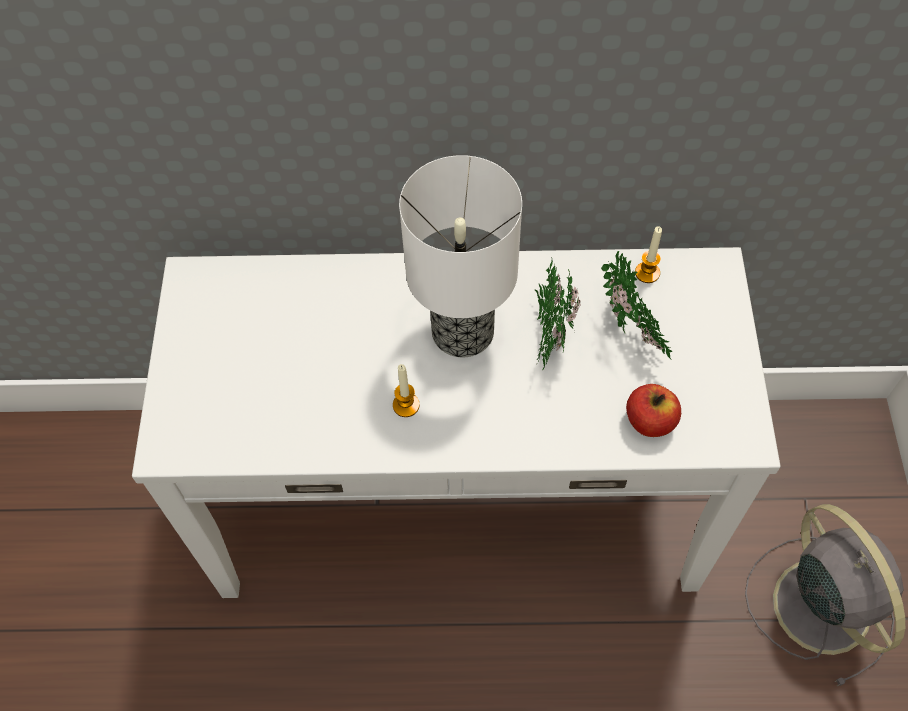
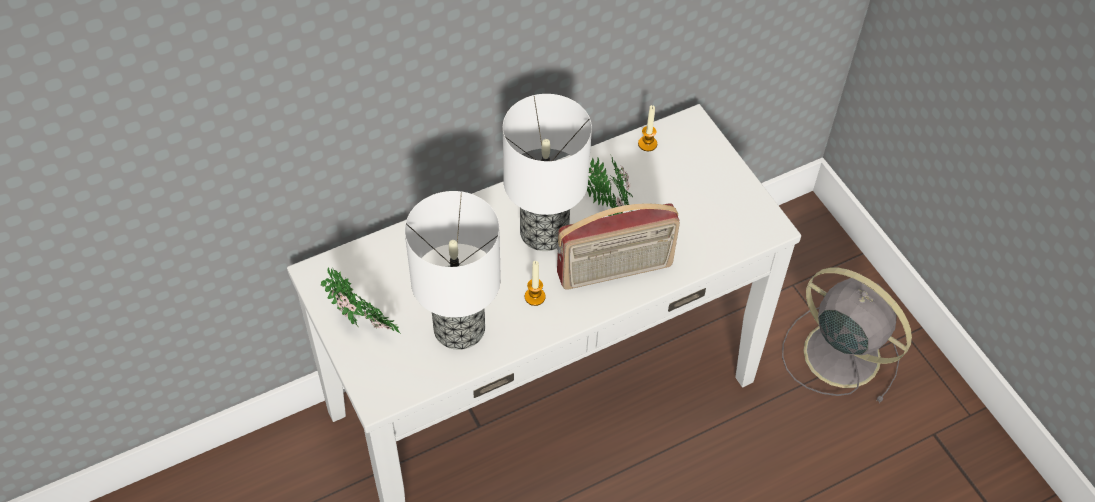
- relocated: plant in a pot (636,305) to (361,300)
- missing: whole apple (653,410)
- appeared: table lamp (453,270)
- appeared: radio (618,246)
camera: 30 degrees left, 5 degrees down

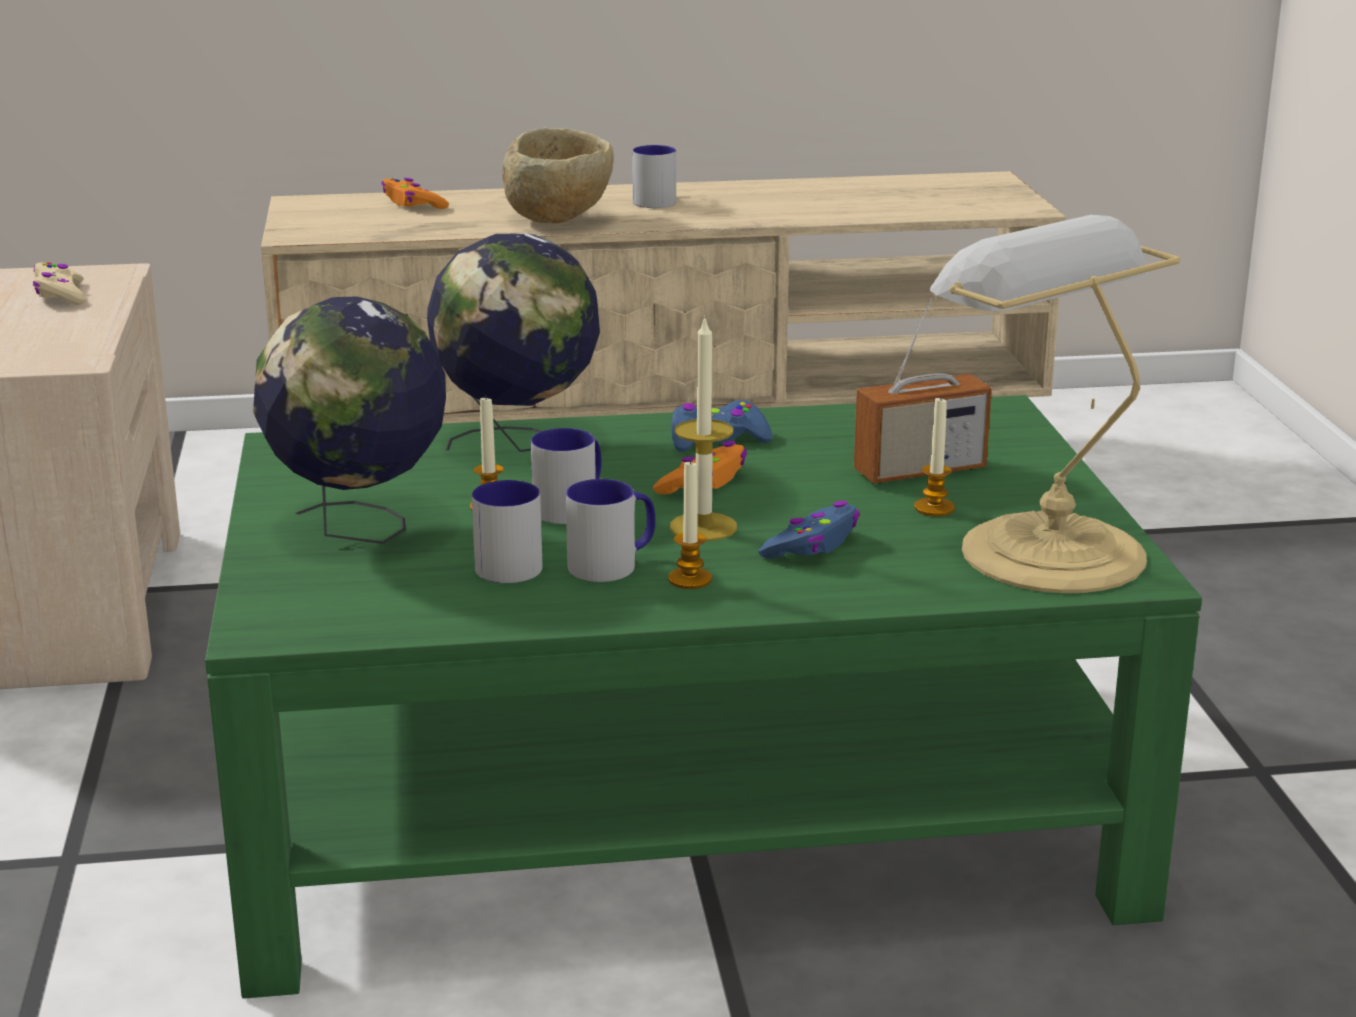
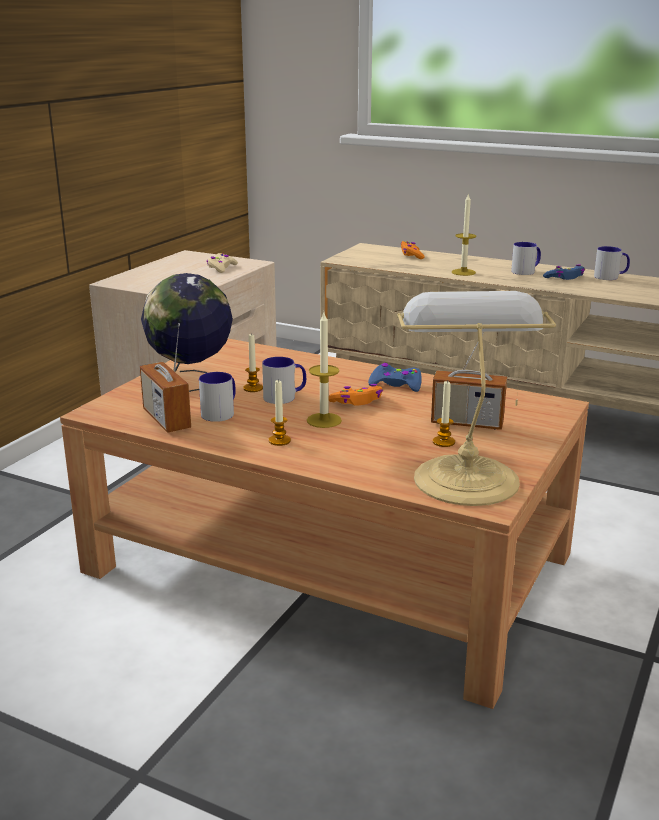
- colour: coffee table/green (703,697) to coffee table/brown (324,524)
- missing: world globe (513,342)
- exchanged: deep dish/beige (558,175) to wax candle (464,234)
- relocated: mug (610,530) to (612,263)
- relocated: game controller/blue (808,530) to (564,272)
- appeared: radio (165,378)
camera: 35 degrees right, 0 degrees up

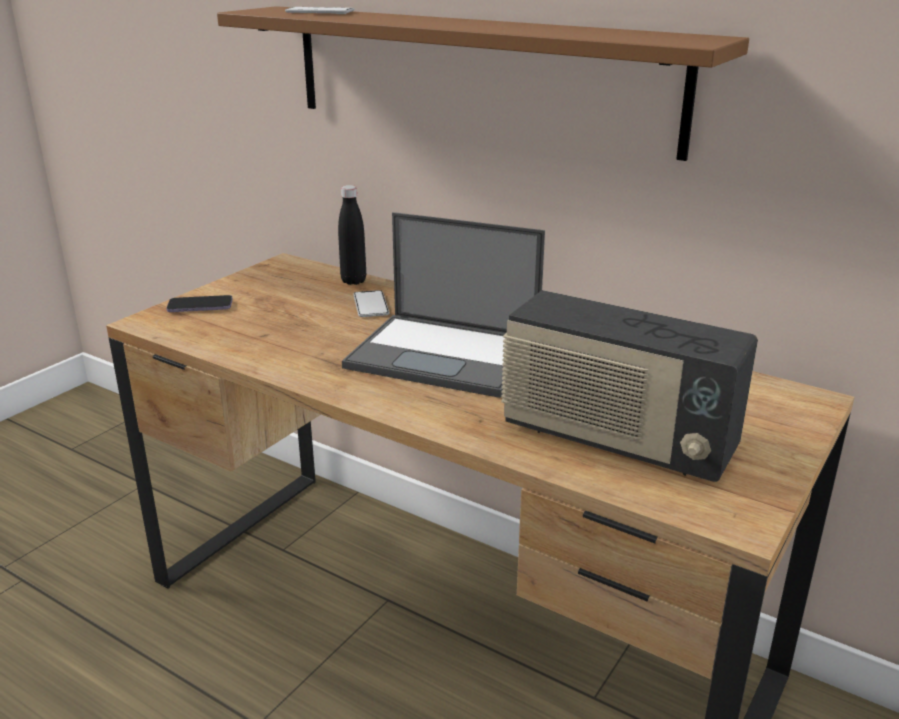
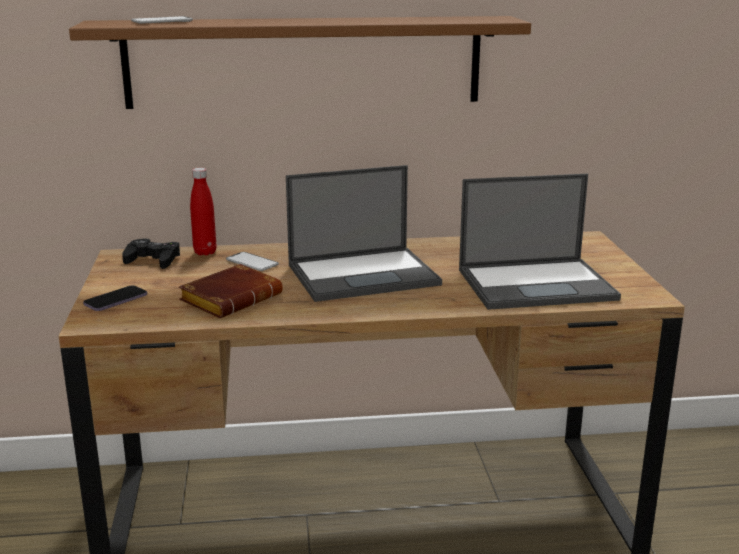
- colour: drink bottle/blackish (352,235) to drink bottle/red-coloured (203,212)
- exchanged: radio (629,386) to laptop (540,242)
- appeared: game controller/blackish (151,253)
- appeared: bound book/brown (231,291)
camera: 40 degrees left, 5 degrees down

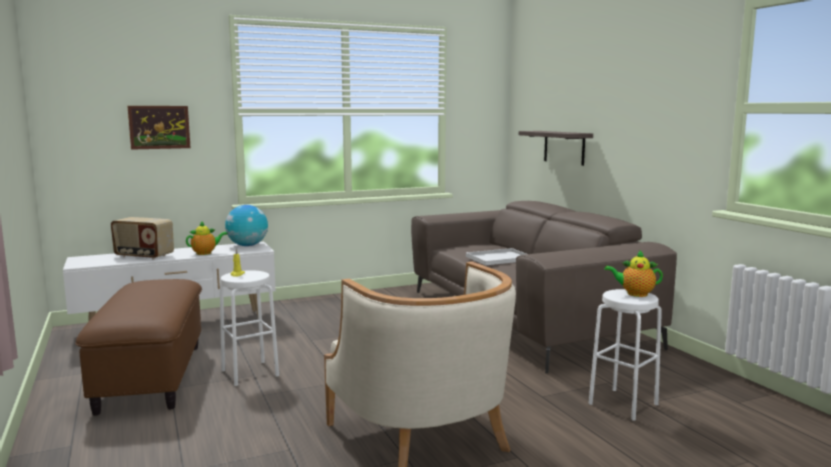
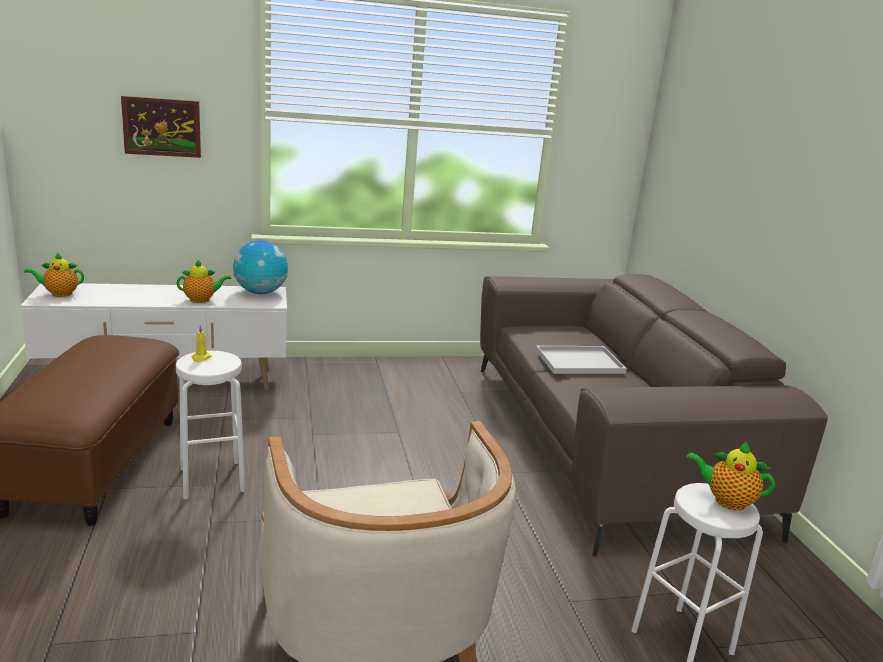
- missing: radio (142,238)
- missing: wall shelf (556,148)
- appeared: teapot (54,275)
camera: 10 degrees right, 10 degrees up

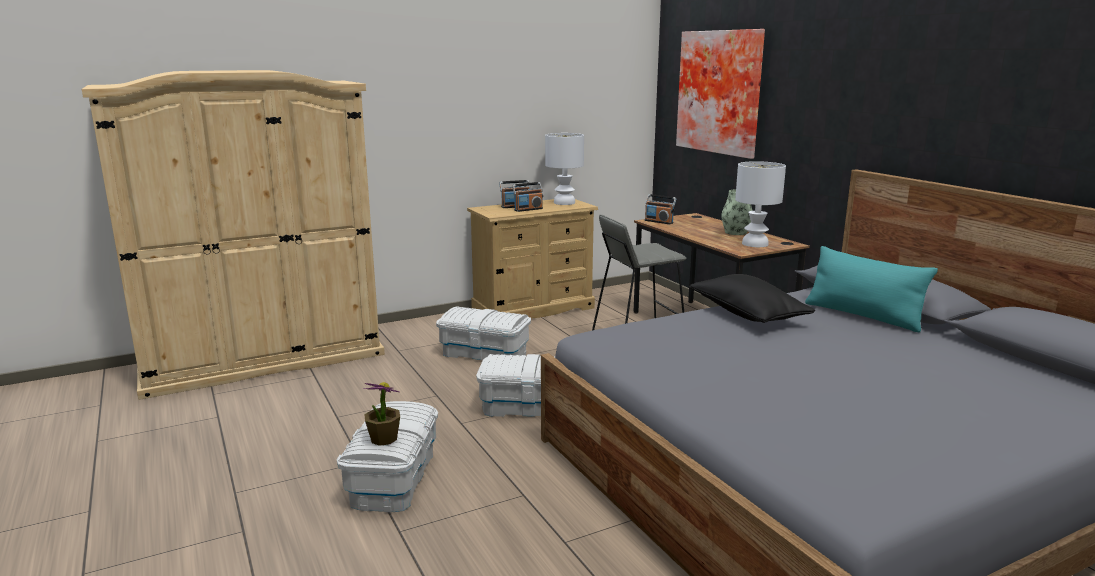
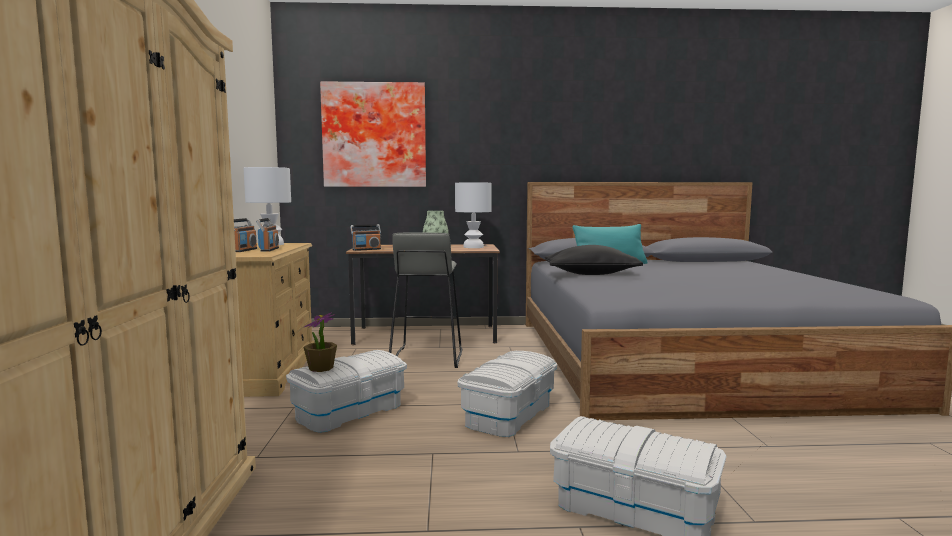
- relocated: plant in a pot (382,414) to (320,342)
camera: 65 degrees left, 10 degrees down

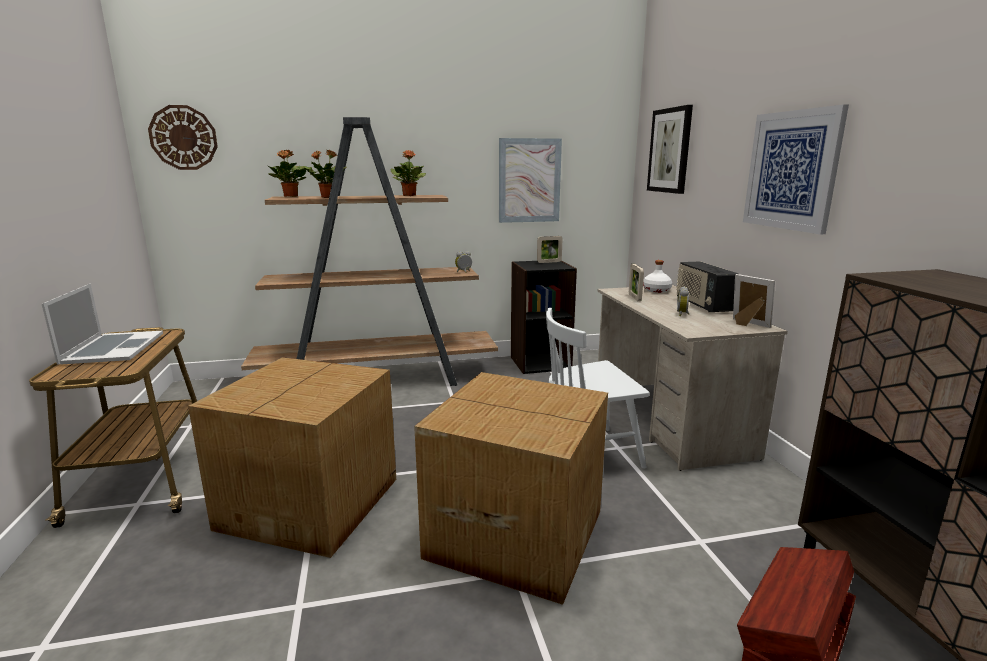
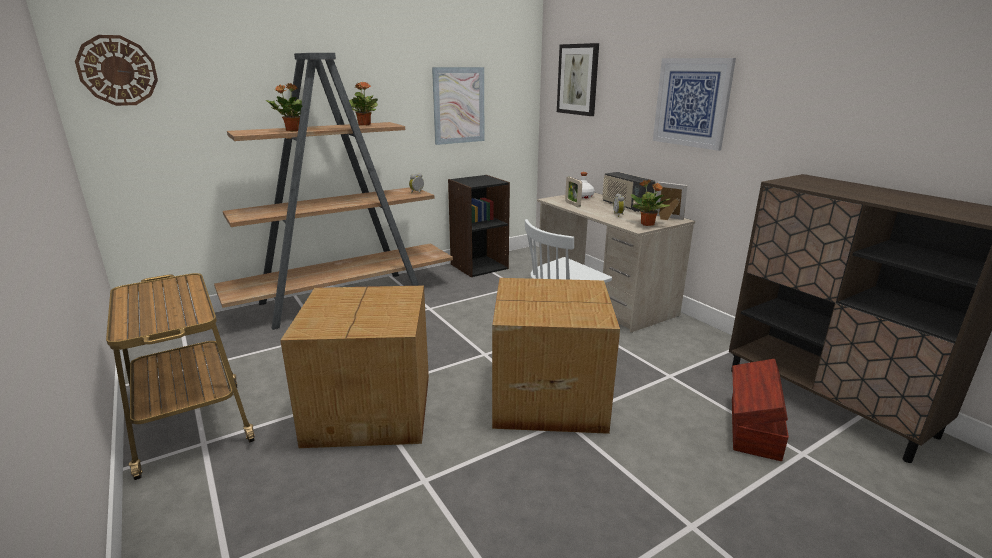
- missing: laptop (102,324)
- relocated: plant in a pot (287,173) to (650,203)
- missing: photo frame (550,249)
camera: 20 degrees left, 5 degrees up

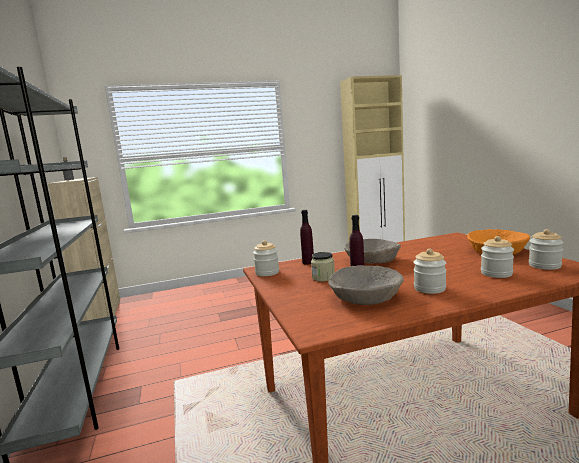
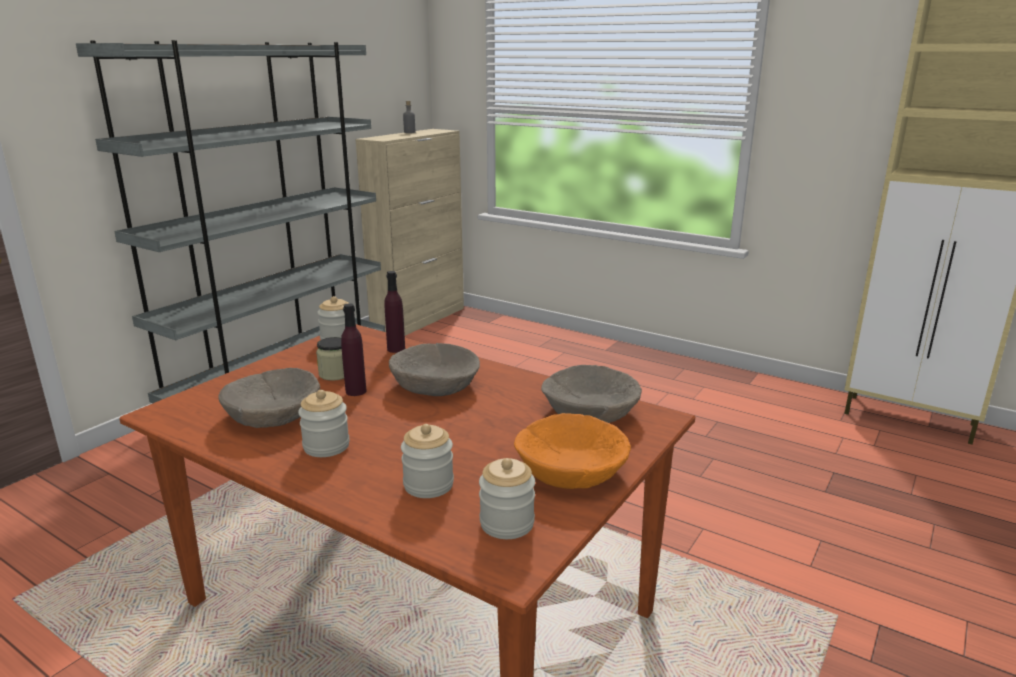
- appeared: deep dish/beige (591,394)
camera: 50 degrees right, 10 degrees up

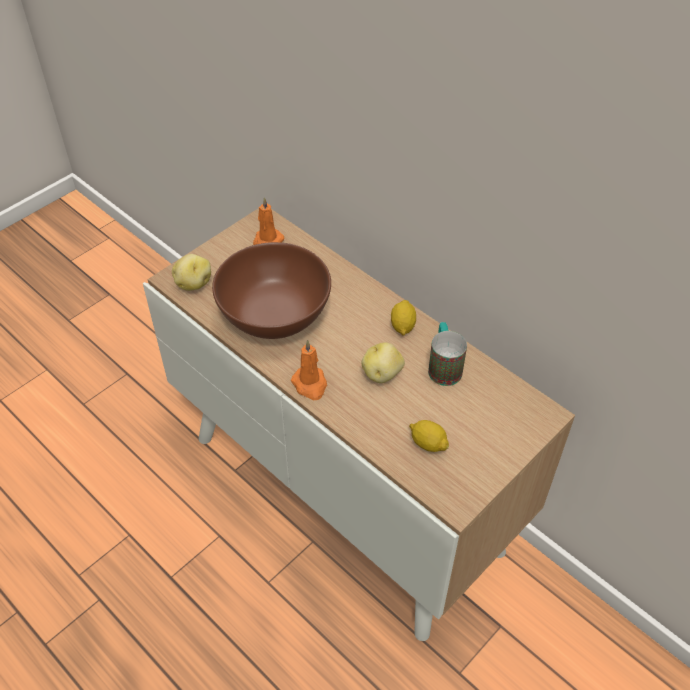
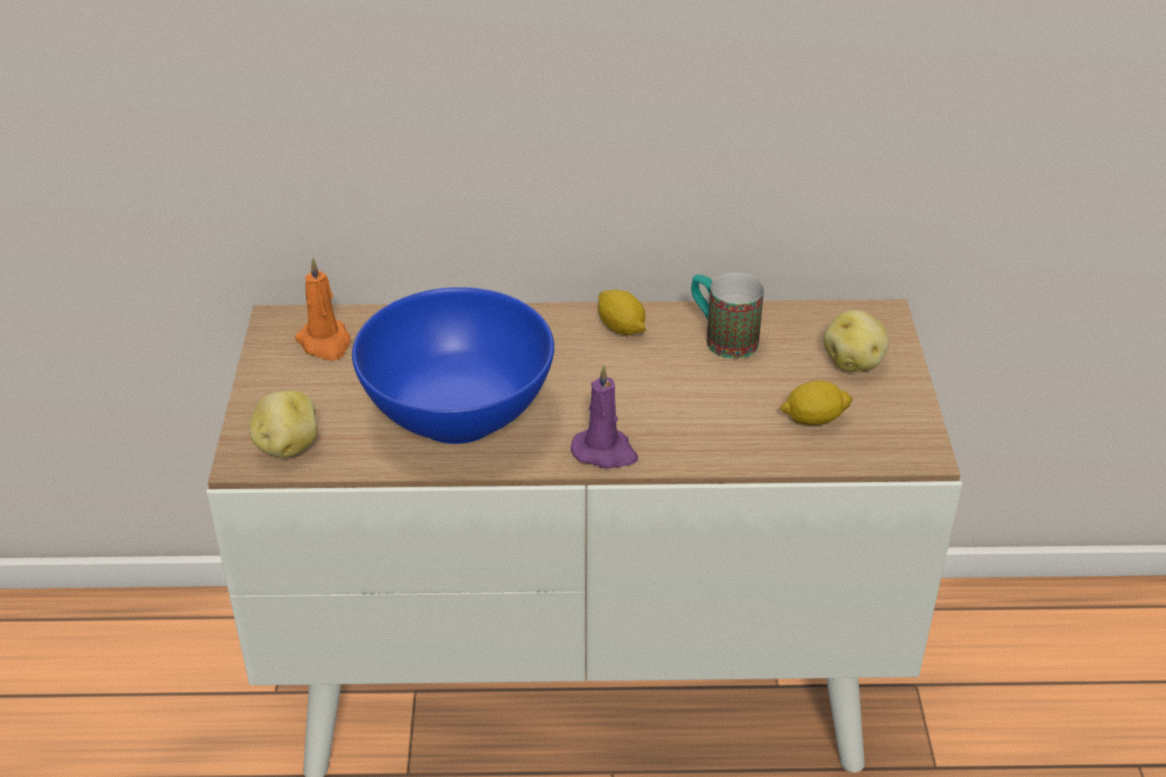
- colour: deep dish/brown (271,290) to deep dish/blue (453,365)
- colour: wax candle/orangey (309,370) to wax candle/purple (604,417)
- relocated: spud (383,362) to (856,341)
camera: 45 degrees left, 10 degrees down

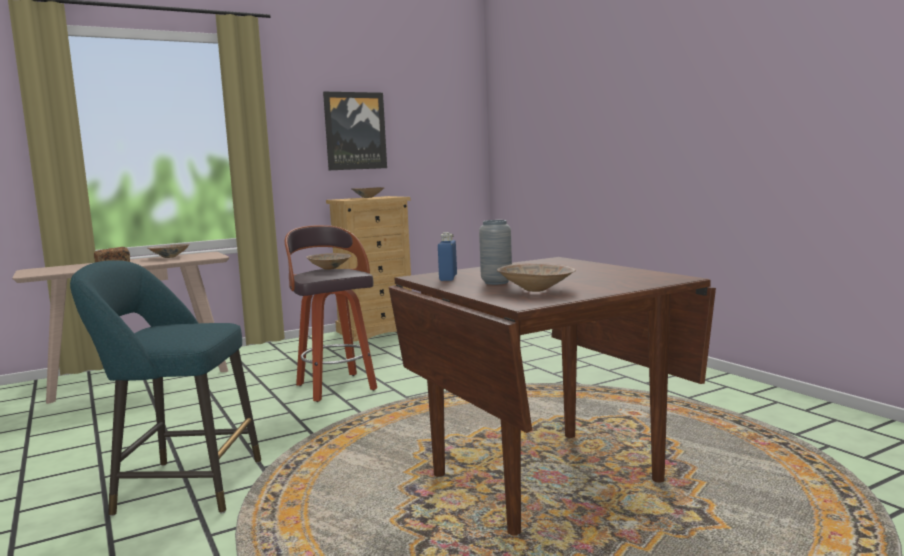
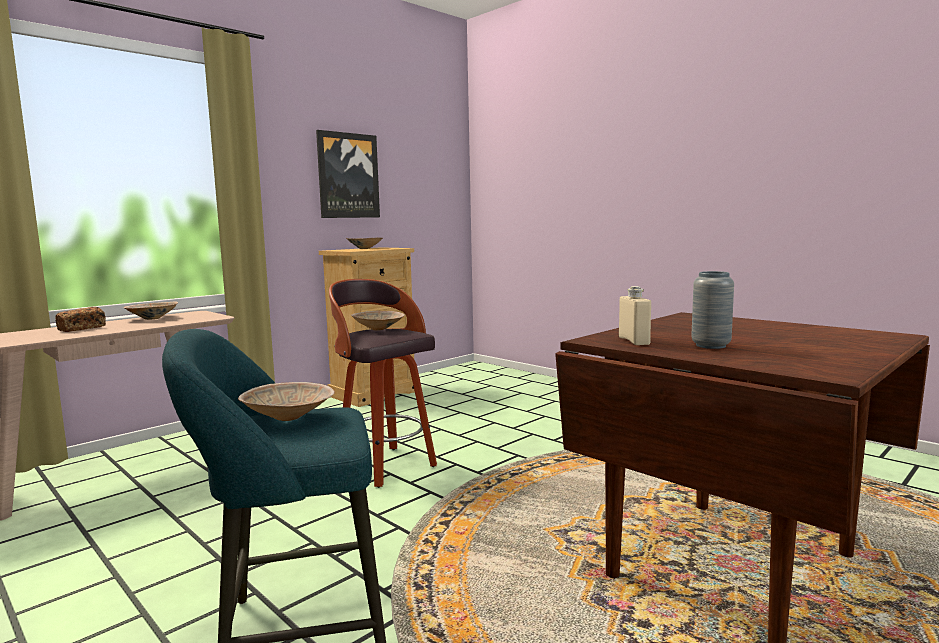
- colour: drink bottle/blue (447,256) to drink bottle/beige (635,315)
- relocated: deep dish/beige (536,277) to (286,401)
camera: 15 degrees left, 0 degrees up

